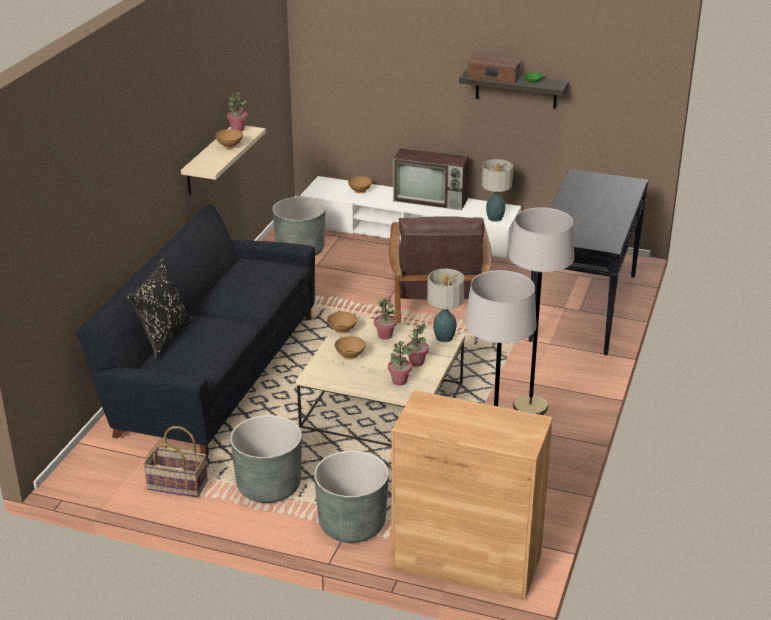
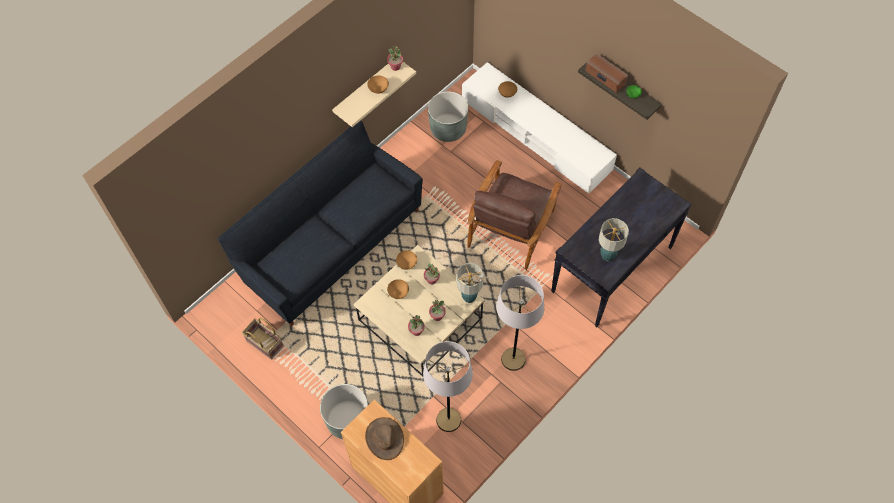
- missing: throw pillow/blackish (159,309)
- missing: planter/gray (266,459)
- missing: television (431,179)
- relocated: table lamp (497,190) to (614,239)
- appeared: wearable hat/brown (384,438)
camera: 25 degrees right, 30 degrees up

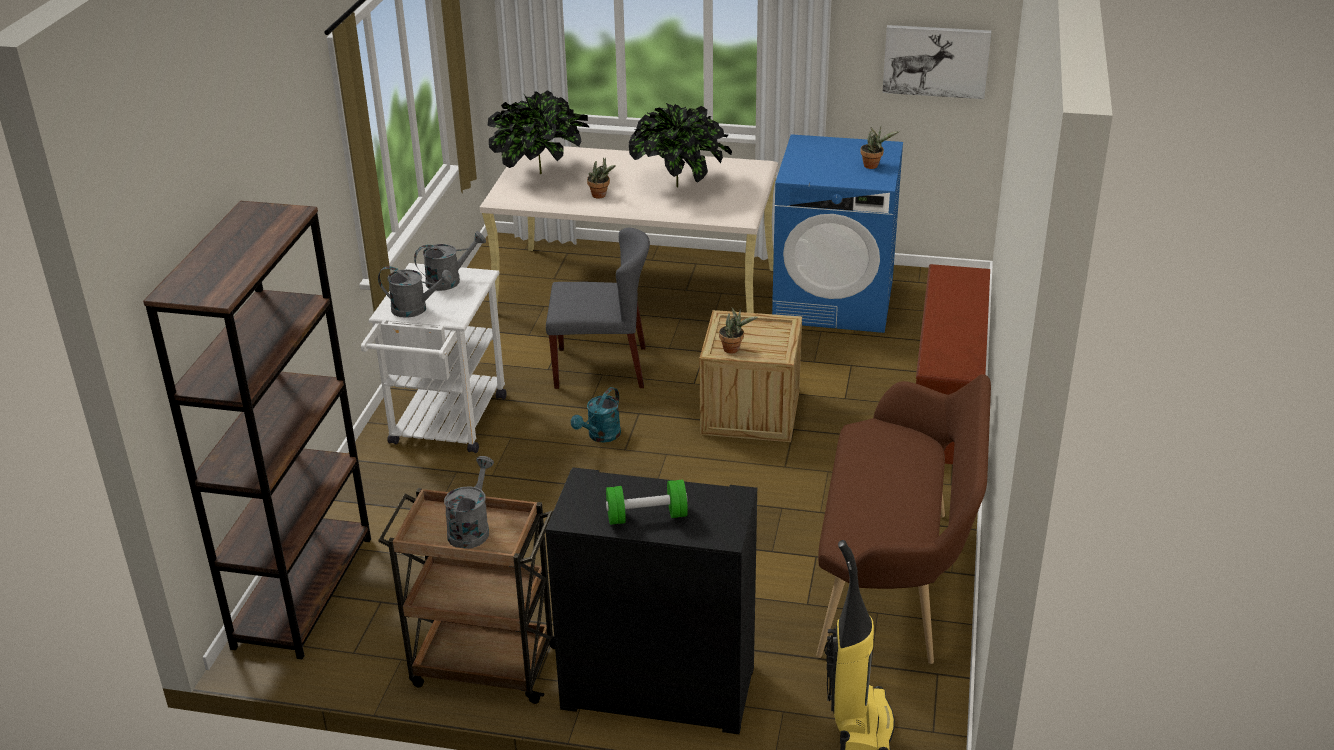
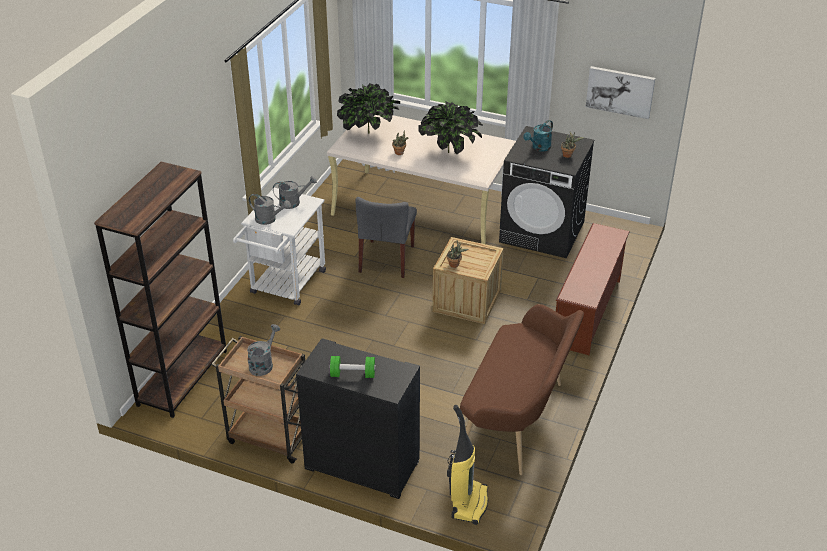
- spun: chair/gray (598,308) = (386,237) 90 degrees clockwise
- relocated: watering pot/turquoise (596,415) to (538,135)
- colour: laundry machine/blue (837,233) to laundry machine/blackish (546,192)
camera: 10 degrees right, 5 degrees up

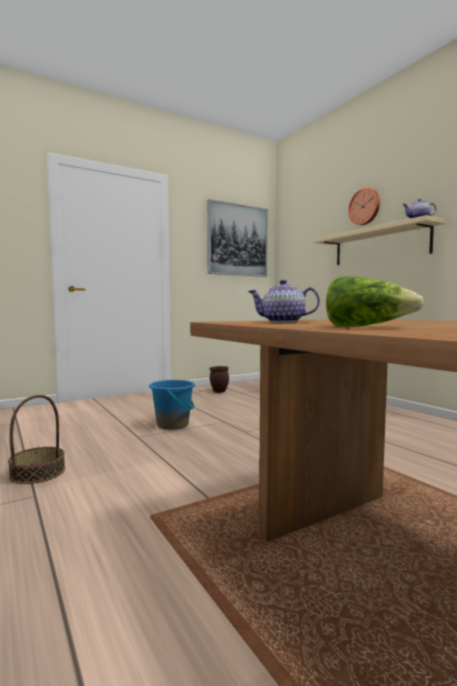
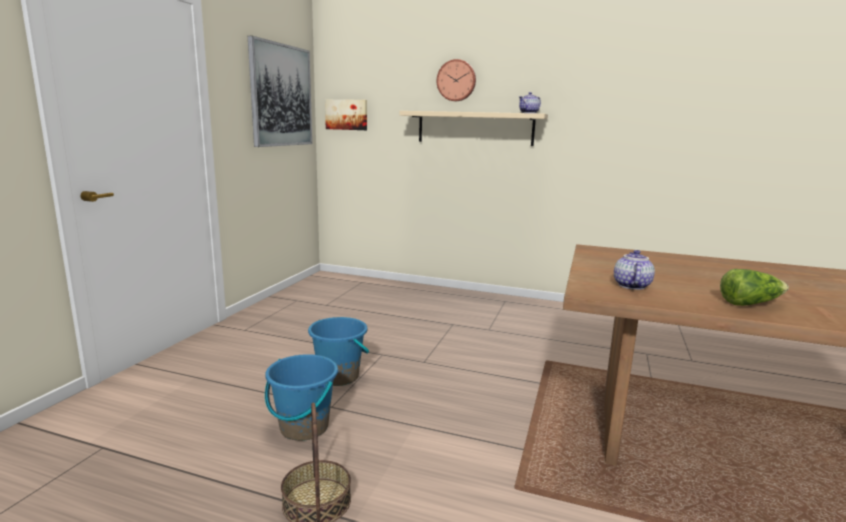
- missing: planter/brown (219,379)
- spun: teapot (284,301) = (634,270) 135 degrees clockwise
- appeared: bucket/blue (301,397)
- appeared: picture (346,114)
camera: 40 degrees left, 10 degrees up

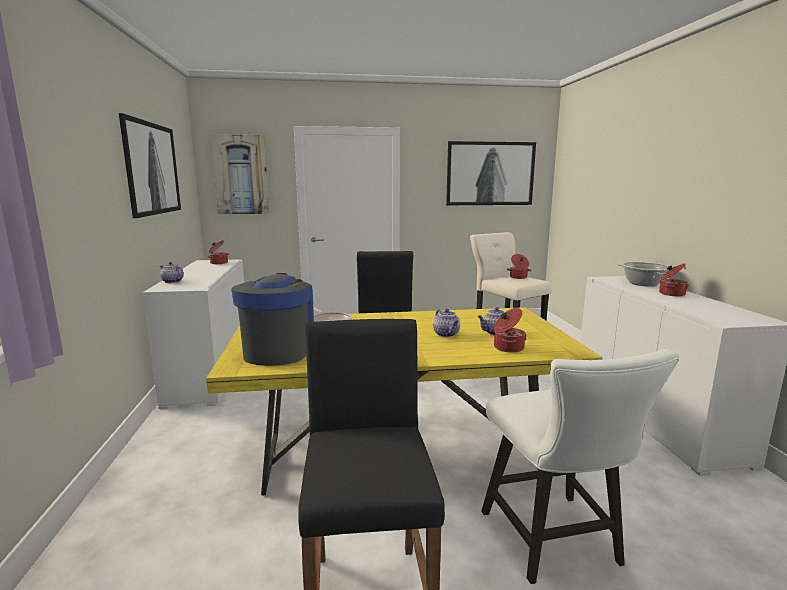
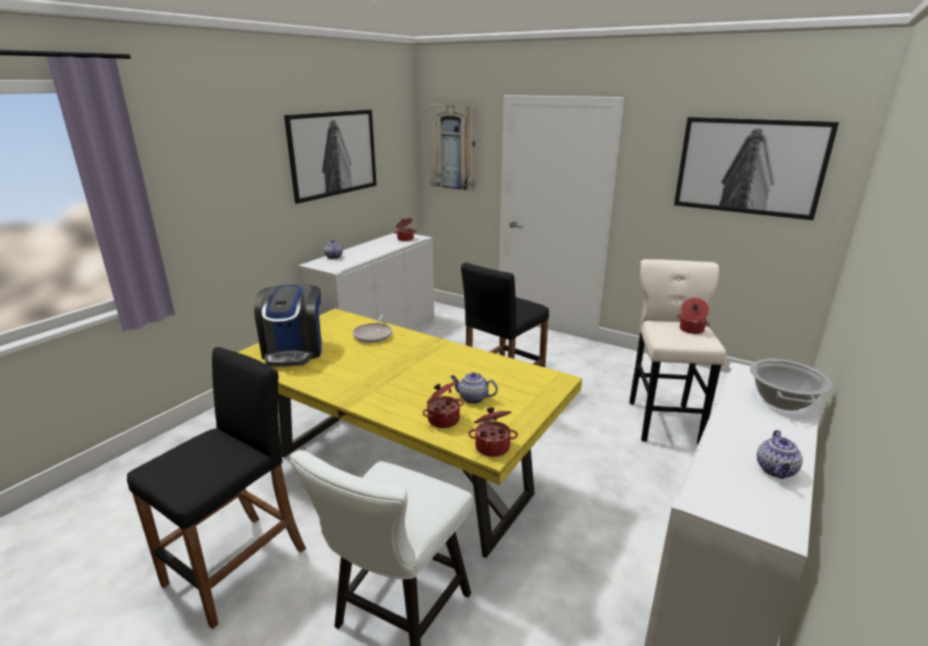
- spun: coffee maker (272,319) = (288,325) 135 degrees clockwise
- relocated: teapot (446,323) to (780,454)
- relocated: stockpot (673,279) to (493,432)
camera: 40 degrees right, 10 degrees up

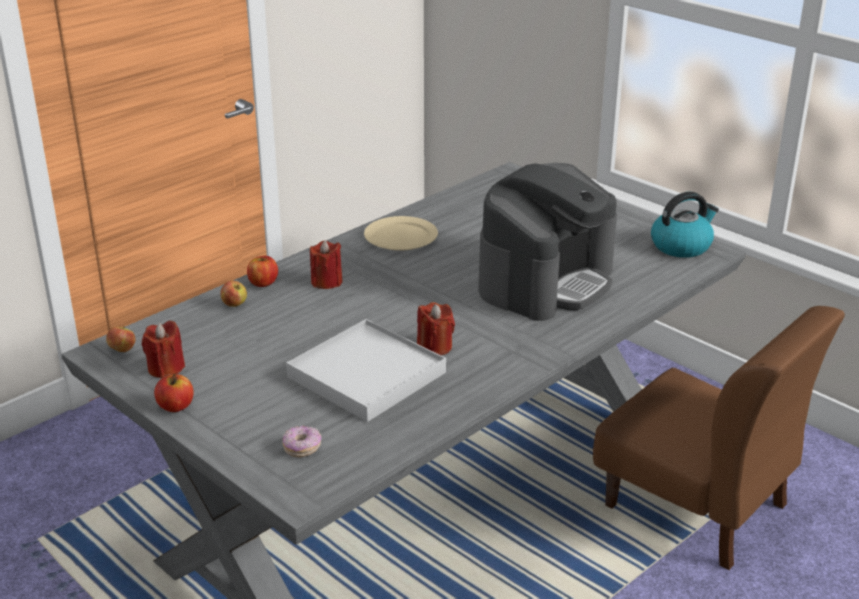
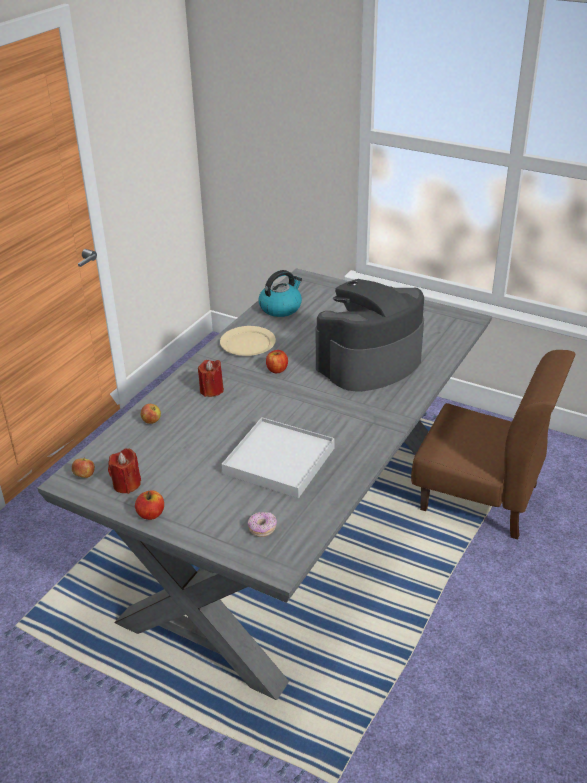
- relocated: whole apple (262,271) to (277,361)
- missing: wax candle/red-coloured (436,328)
- spun: coffee maker (547,242) = (370,335) 150 degrees counterclockwise
- relocated: kettle (685,225) to (280,293)
camera: 15 degrees left, 5 degrees up

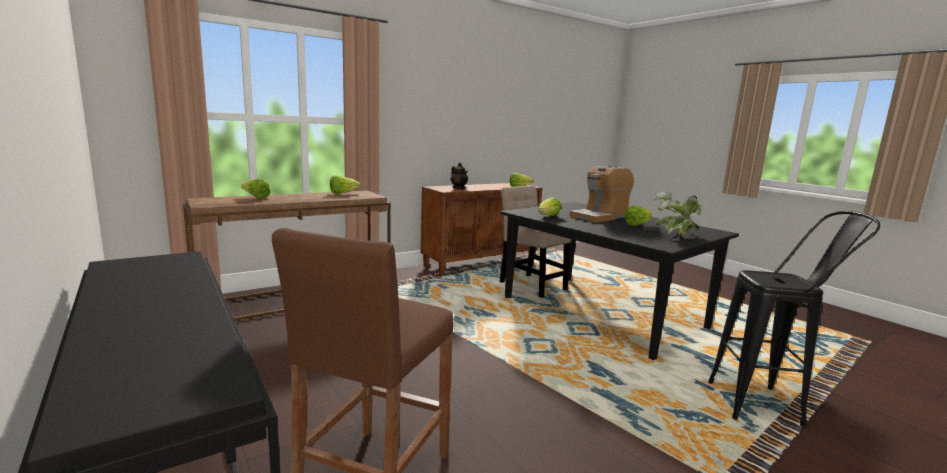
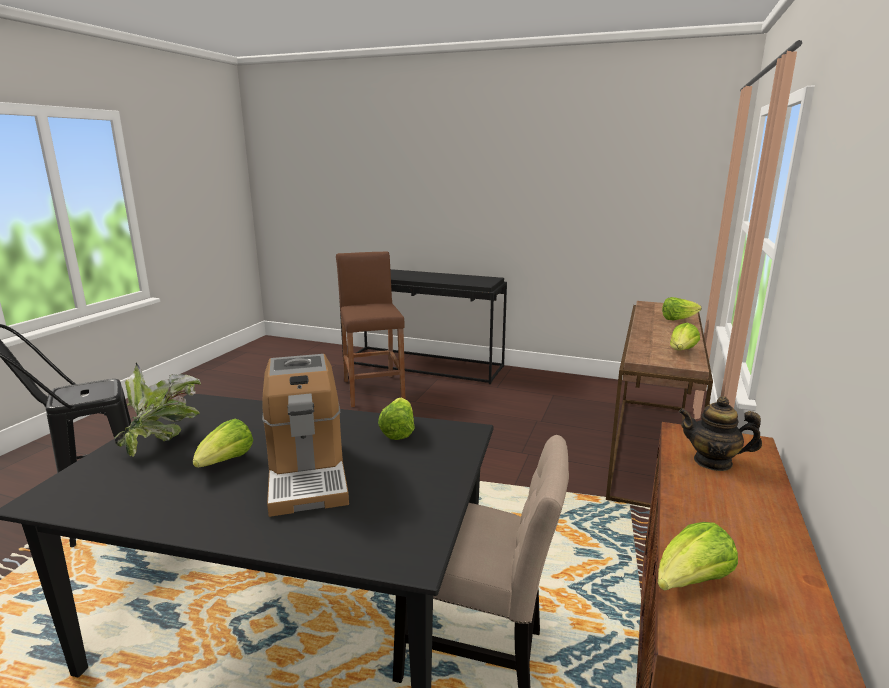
- spun: coffee maker (601,194) = (305,435) 150 degrees clockwise
camera: 145 degrees right, 5 degrees up

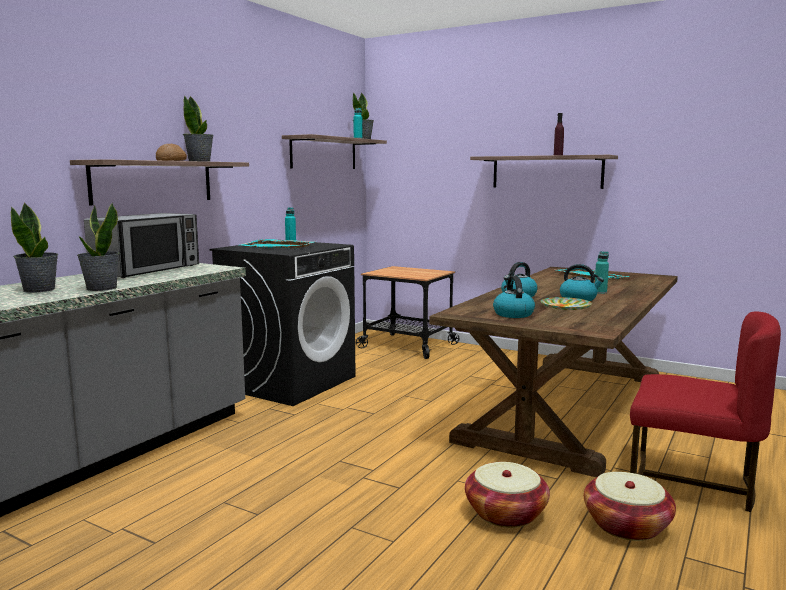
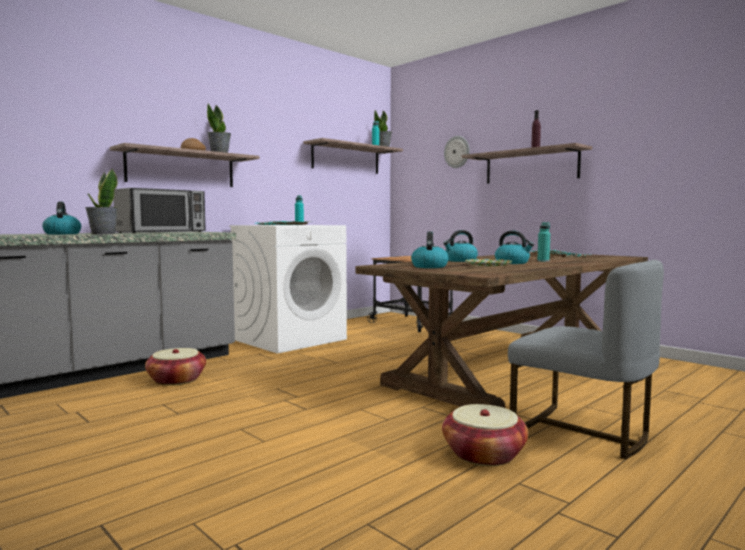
- exchanged: plant in a pot (34,248) to kettle (61,218)
- colour: laundry machine/blackish (283,323) to laundry machine/whitish (288,289)
- relocated: household basket (507,495) to (175,367)
- colour: chair/red-coloured (705,411) to chair/gray (586,359)
- appeared: clock on the wall (457,152)
camera: 15 degrees right, 5 degrees down

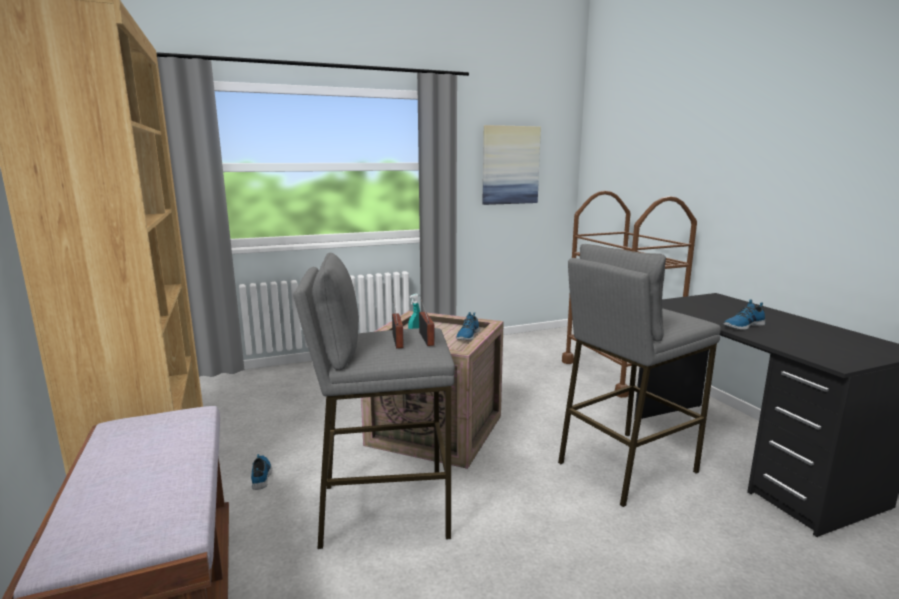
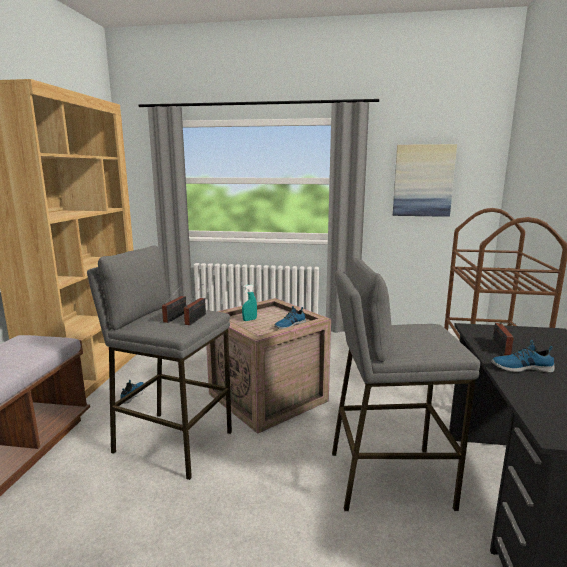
- appeared: radio (504,339)
camera: 30 degrees right, 0 degrees up

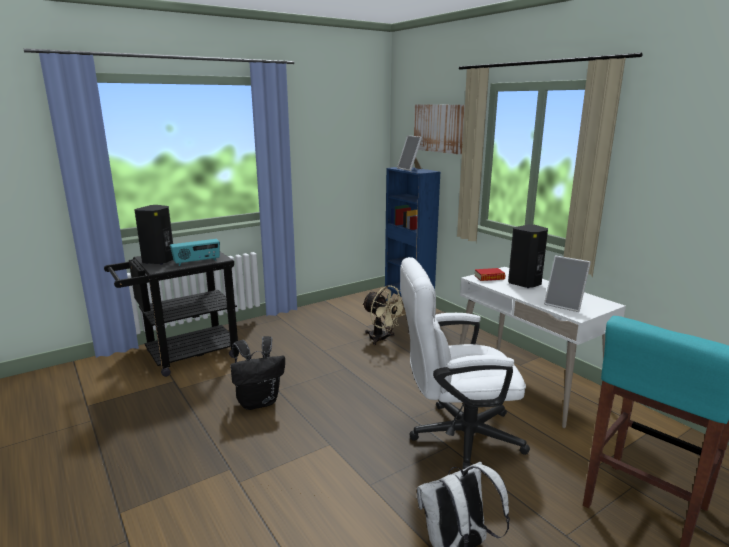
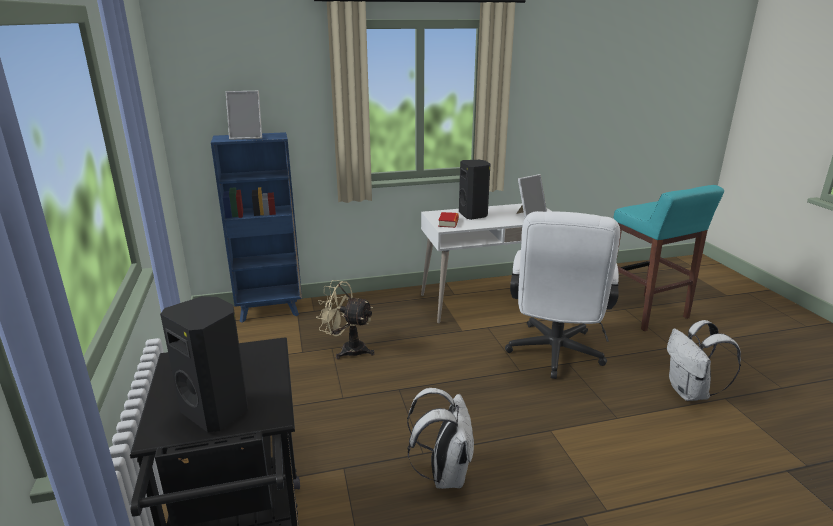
- missing: radio (195,252)
- colour: backpack/blackish (258,373) to backpack/whitish (440,438)
- spun: cooling fan/beige (383,315) = (345,319) 135 degrees counterclockwise
- missing: picture (439,129)
camera: 70 degrees left, 5 degrees up

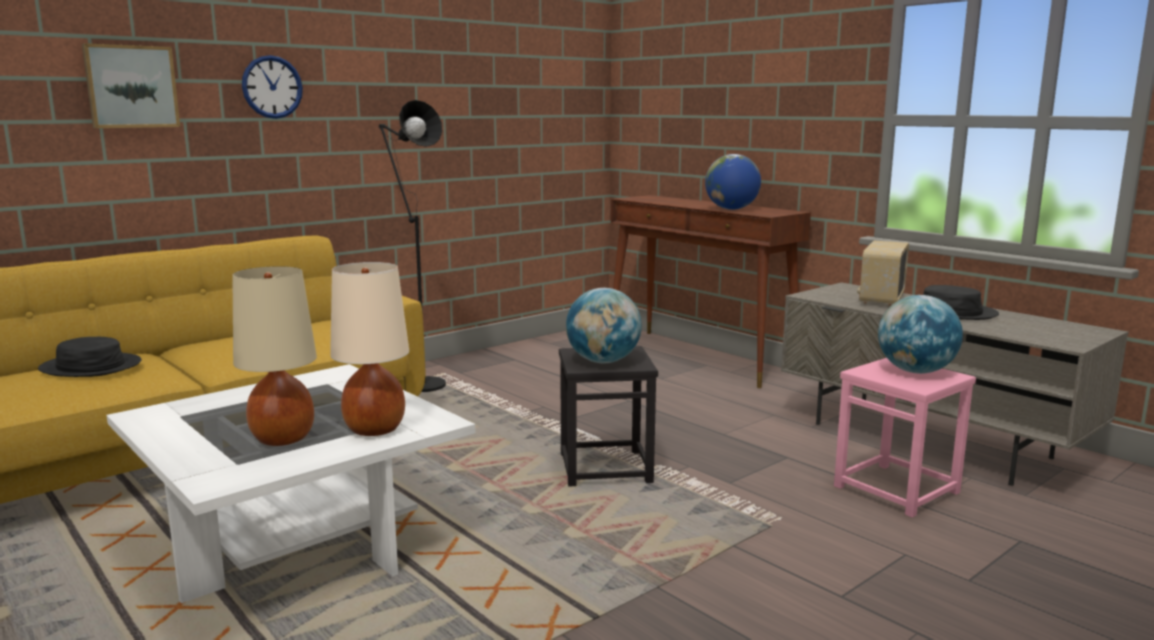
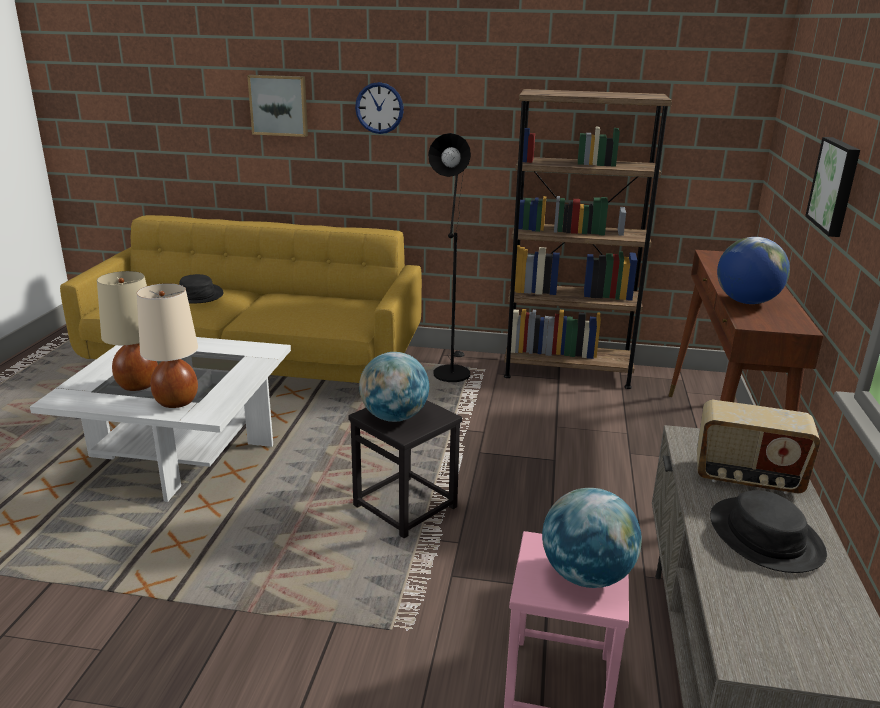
- spun: radio (883,273) = (759,447) 150 degrees counterclockwise
- appeared: shelving unit/brown (588,239)
- appeared: picture (832,187)
camera: 50 degrees right, 10 degrees up

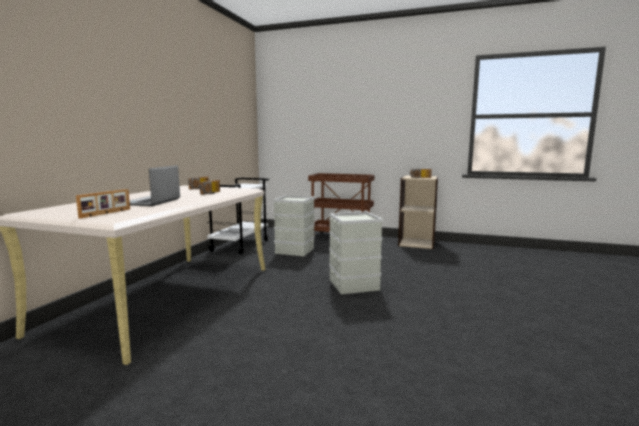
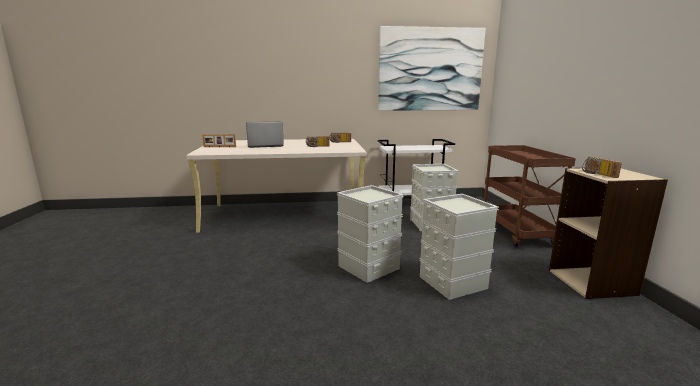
- appeared: picture (432,68)
- appeared: storage bin/gray (459,247)
camera: 65 degrees right, 5 degrees up

